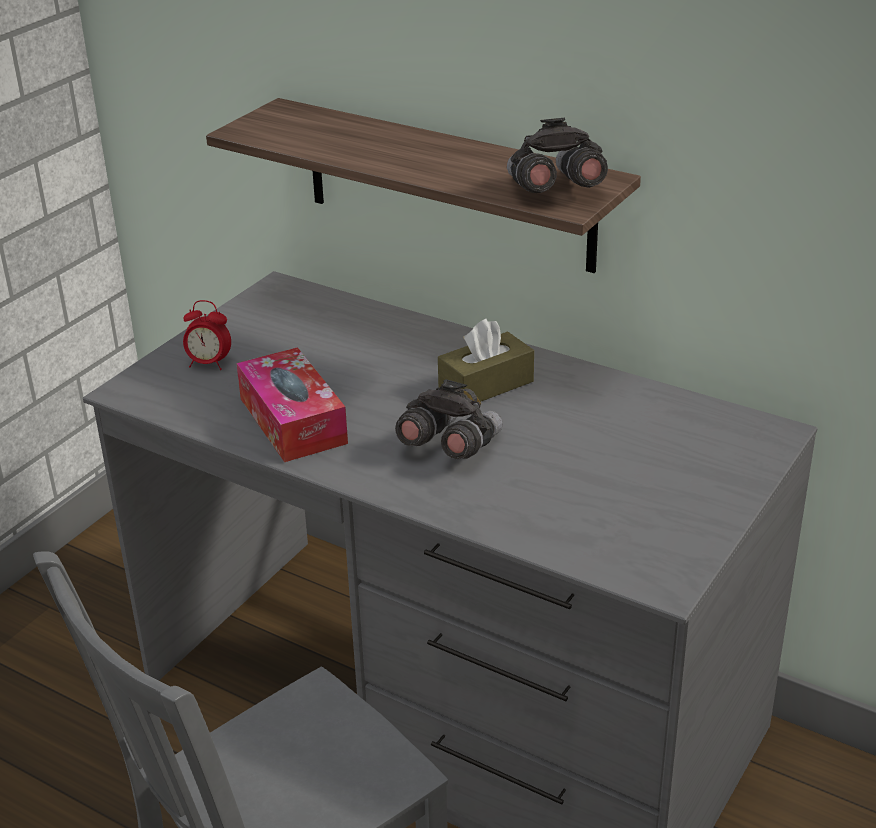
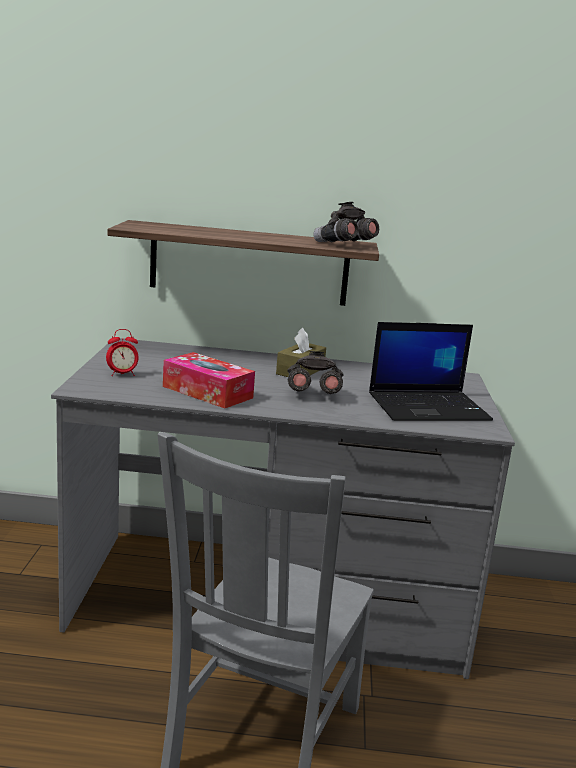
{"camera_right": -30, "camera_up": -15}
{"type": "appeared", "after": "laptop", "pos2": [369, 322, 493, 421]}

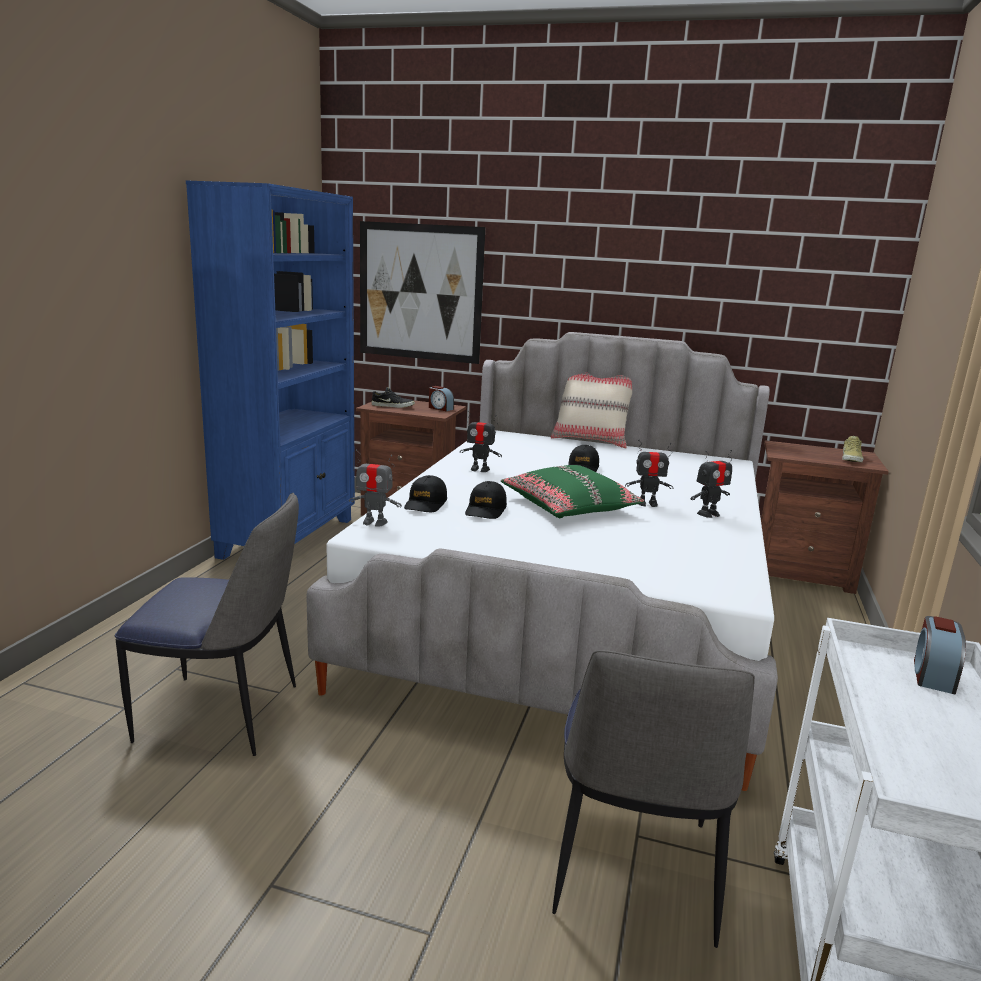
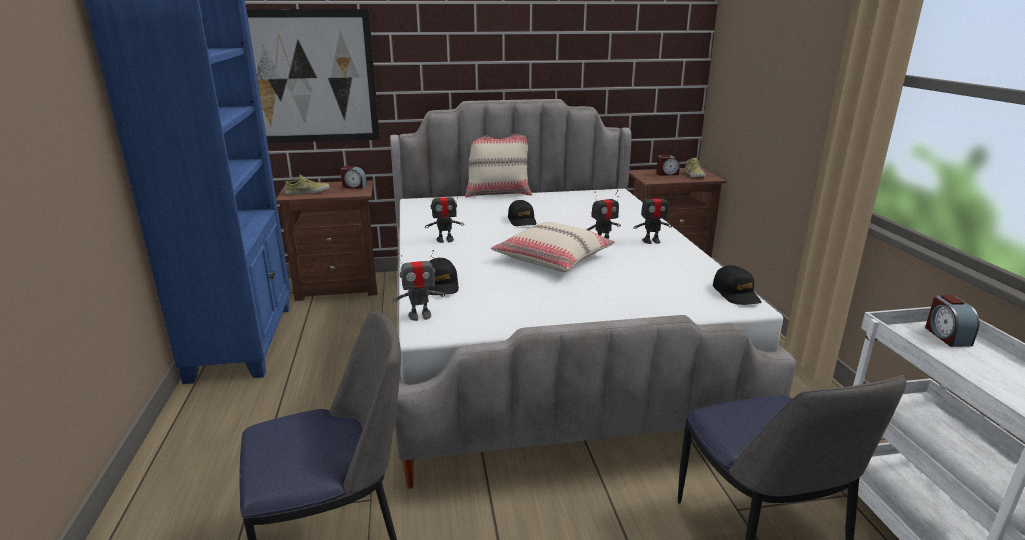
{"camera_right": -25, "camera_up": 5}
{"type": "colour", "before": "black shoe", "after": "beige shoe", "pos1": [371, 387, 415, 408], "pos2": [285, 175, 330, 195]}
{"type": "colour", "before": "green pillow", "after": "beige pillow", "pos1": [501, 465, 644, 518], "pos2": [491, 222, 614, 272]}
{"type": "spun", "before": "toy robot", "pos1": [690, 450, 732, 518], "pos2": [633, 190, 672, 244], "turn": 45}
{"type": "appeared", "after": "alarm clock", "pos2": [656, 155, 680, 175]}
{"type": "relocated", "before": "black cap", "pos1": [465, 481, 507, 519], "pos2": [713, 265, 761, 305]}

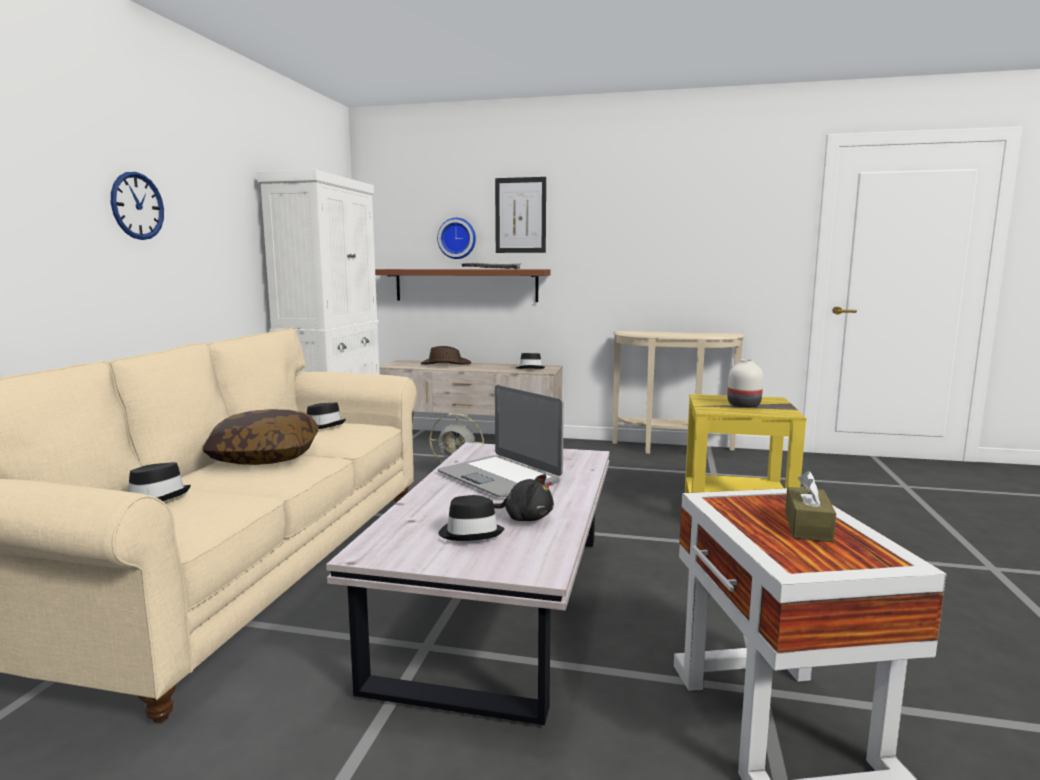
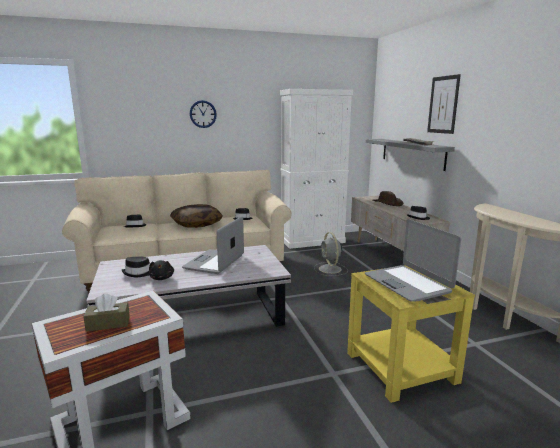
{"camera_right": 60, "camera_up": 5}
{"type": "exchanged", "before": "white vase", "after": "laptop", "pos1": [727, 359, 763, 408], "pos2": [365, 219, 461, 302]}
{"type": "colour", "before": "brown shelf", "after": "grey shelf", "pos1": [375, 269, 551, 302], "pos2": [366, 139, 455, 171]}
{"type": "missing", "before": "wall clock", "pos1": [437, 218, 476, 259]}

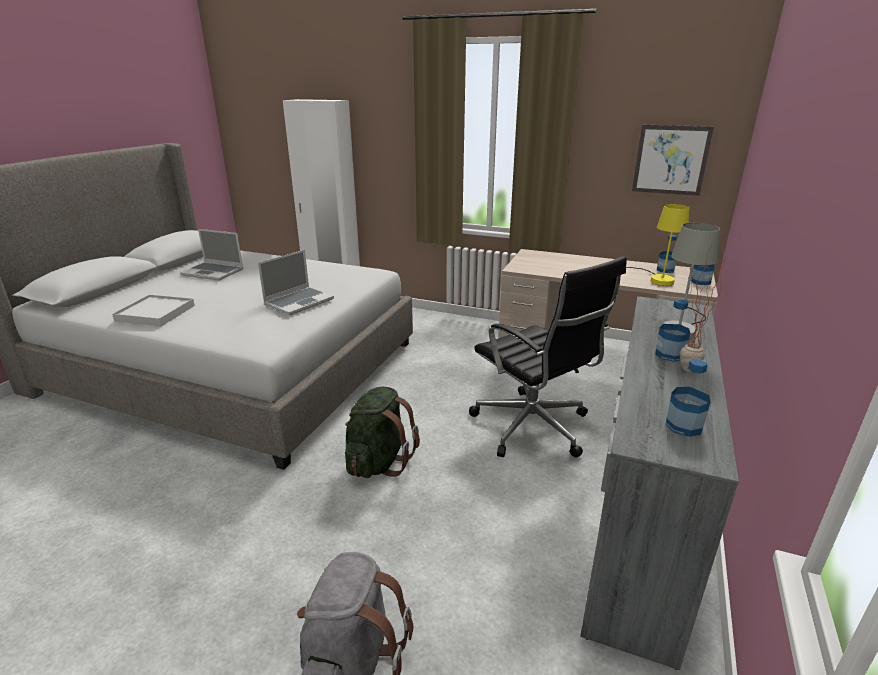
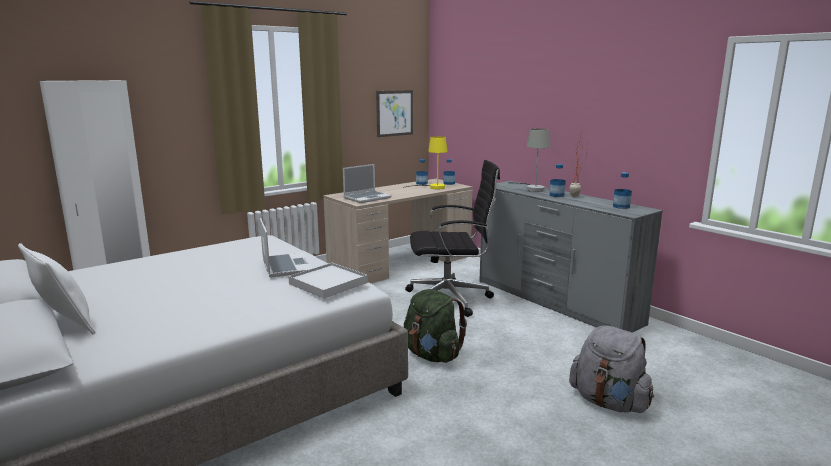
{"camera_right": -60, "camera_up": -10}
{"type": "appeared", "after": "white pillow", "pos2": [18, 243, 95, 334]}
{"type": "relocated", "before": "white tray", "pos1": [112, 295, 195, 326], "pos2": [288, 263, 368, 299]}
{"type": "relocated", "before": "laptop", "pos1": [180, 229, 243, 281], "pos2": [343, 164, 392, 203]}

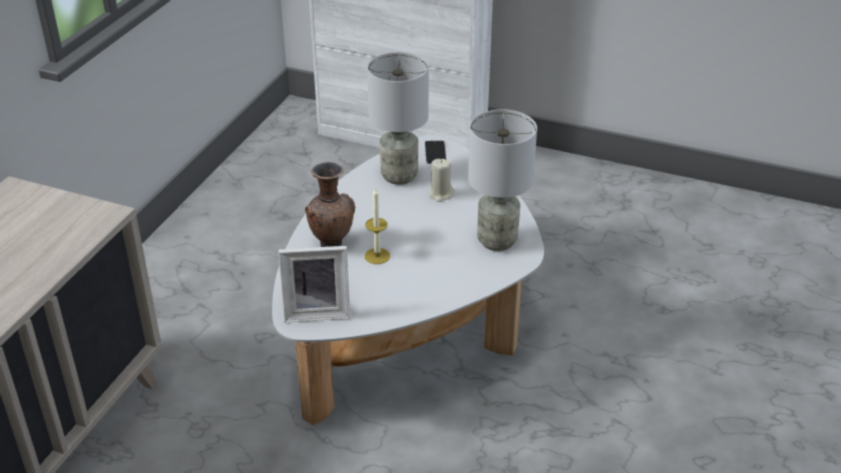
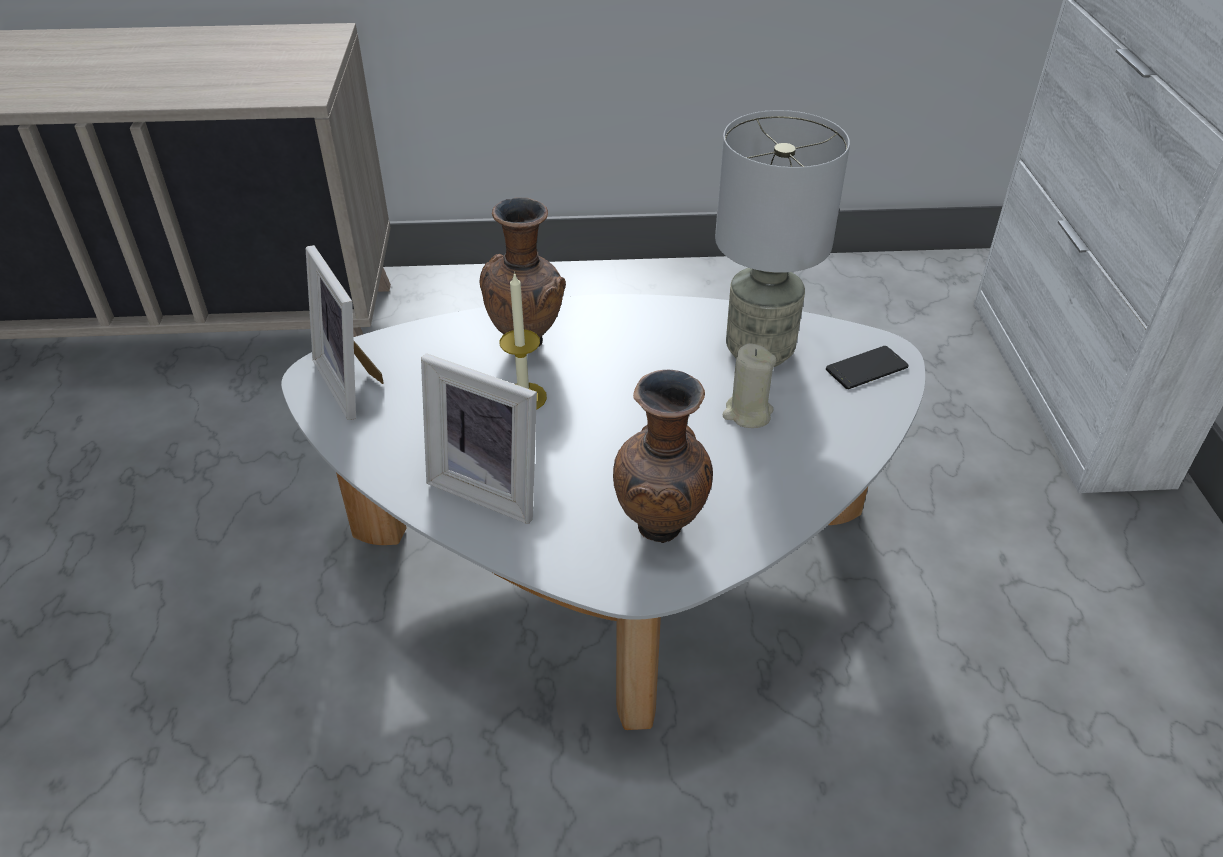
{"camera_right": 65, "camera_up": 5}
{"type": "appeared", "after": "picture frame", "pos2": [421, 353, 537, 524]}
{"type": "exchanged", "before": "grey table lamp", "after": "brown vase", "pos1": [468, 109, 537, 251], "pos2": [613, 370, 713, 543]}

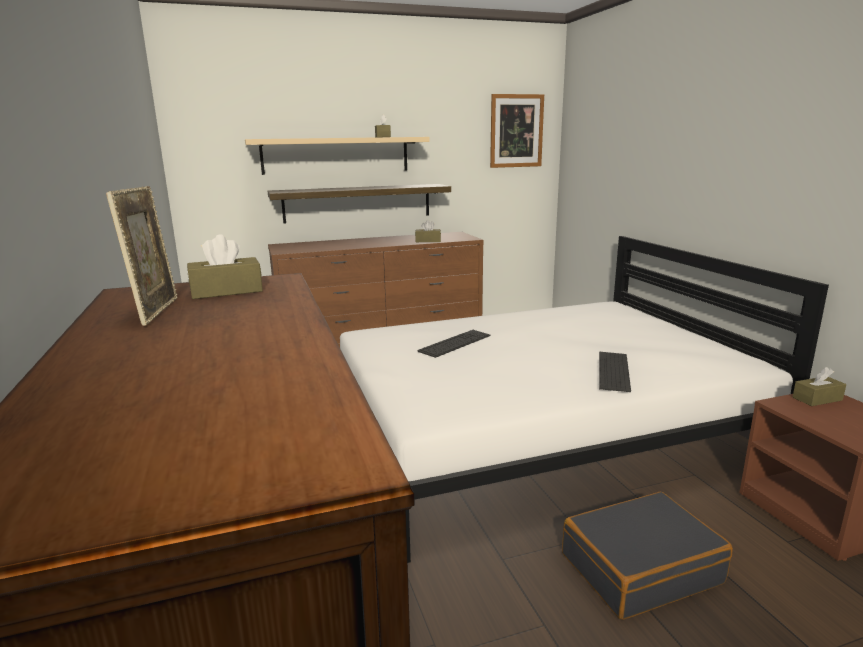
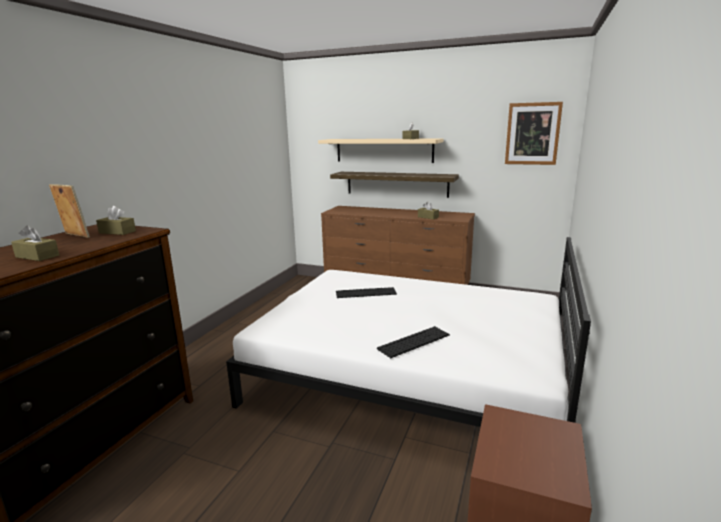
{"camera_right": 40, "camera_up": 0}
{"type": "relocated", "before": "brown tissue box", "pos1": [793, 367, 846, 406], "pos2": [11, 225, 59, 261]}
{"type": "spun", "before": "picture frame", "pos1": [106, 186, 177, 326], "pos2": [49, 184, 90, 238], "turn": -90}
{"type": "missing", "before": "black suitcase", "pos1": [562, 492, 733, 620]}

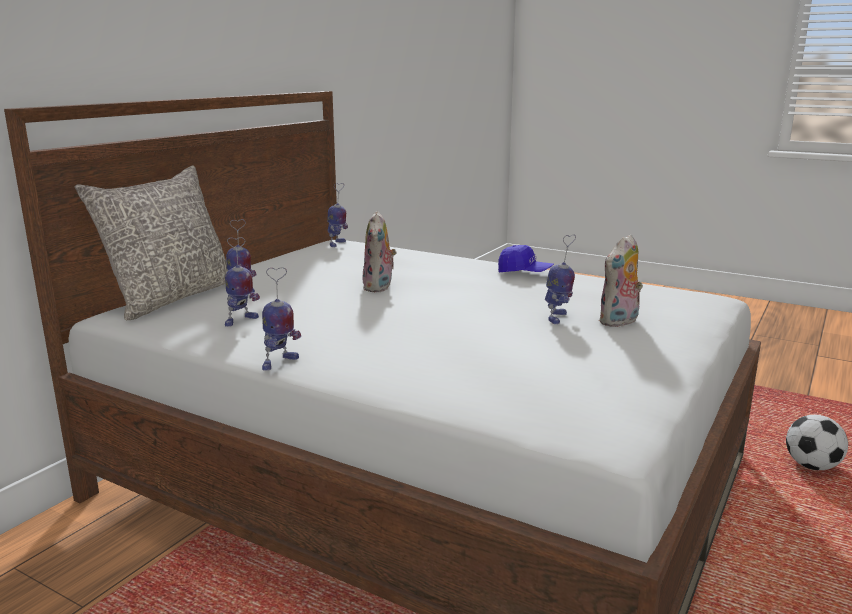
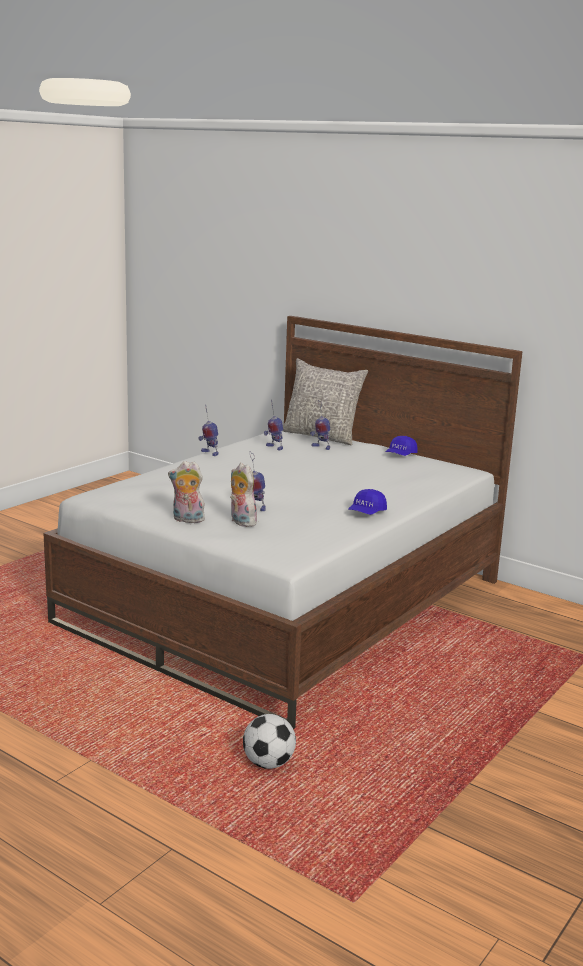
{"camera_right": 95, "camera_up": 0}
{"type": "relocated", "before": "plush toy", "pos1": [362, 211, 397, 292], "pos2": [168, 461, 205, 523]}
{"type": "appeared", "after": "blue cap", "pos2": [386, 436, 418, 456]}
{"type": "missing", "before": "toy robot", "pos1": [327, 183, 348, 247]}

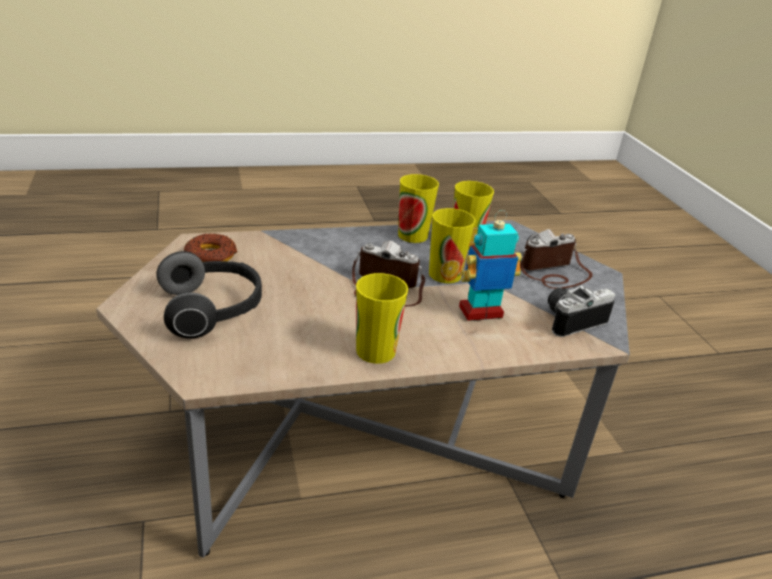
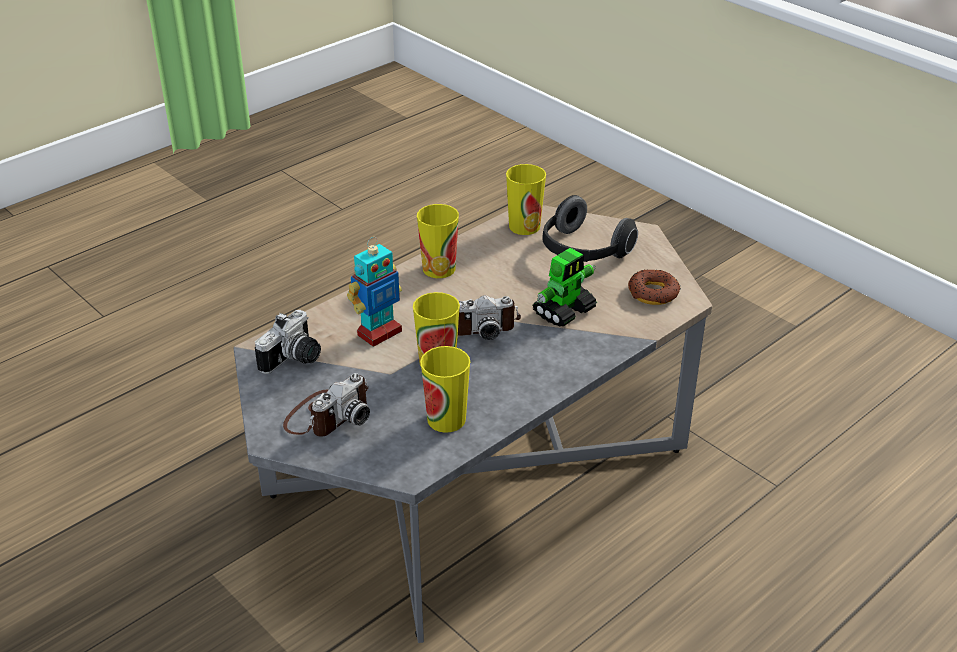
{"camera_right": 155, "camera_up": 5}
{"type": "relocated", "before": "cup", "pos1": [398, 174, 439, 243], "pos2": [506, 164, 546, 235]}
{"type": "appeared", "after": "toy robot", "pos2": [532, 248, 597, 327]}

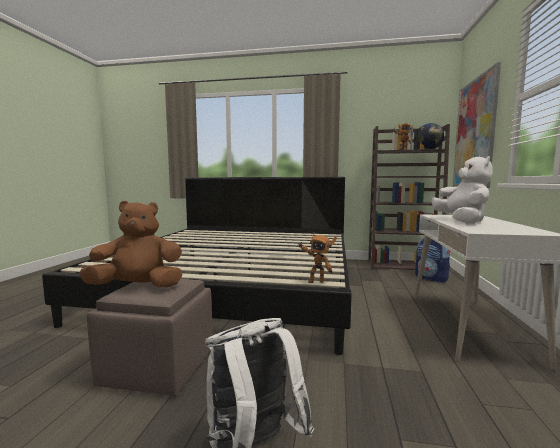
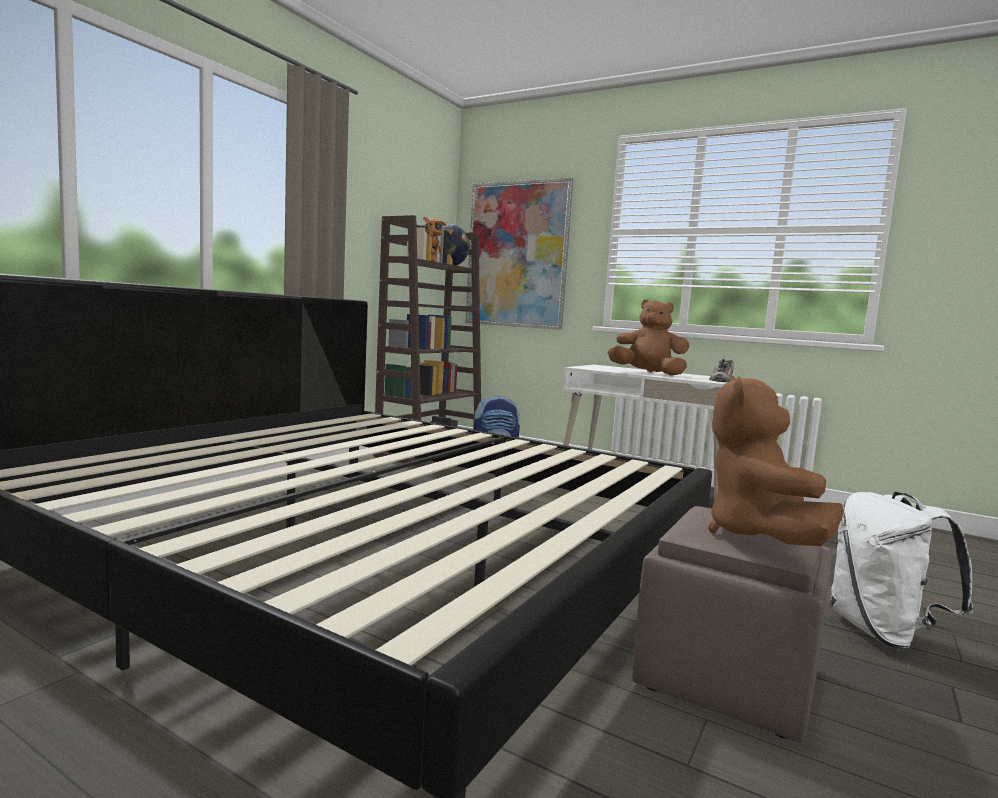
{"camera_right": -70, "camera_up": 0}
{"type": "colour", "before": "white plush toy", "after": "brown plush toy", "pos1": [432, 156, 493, 224], "pos2": [607, 299, 690, 376]}
{"type": "appeared", "after": "shoe", "pos2": [709, 359, 734, 382]}
{"type": "missing", "before": "toy robot", "pos1": [298, 233, 337, 283]}

